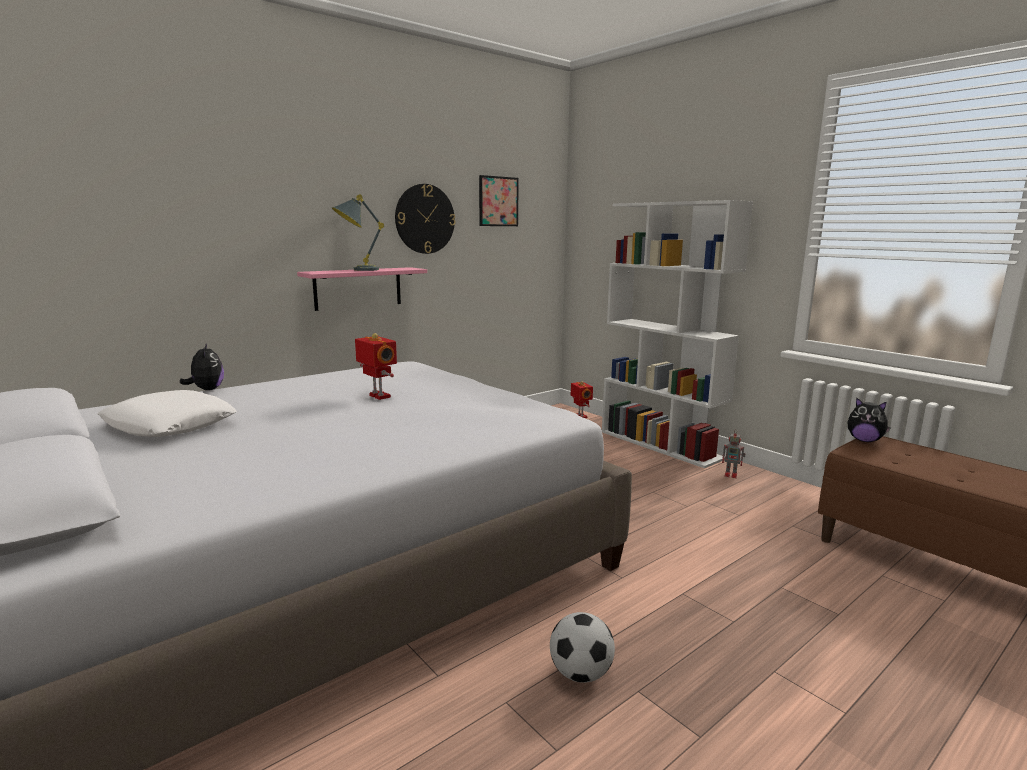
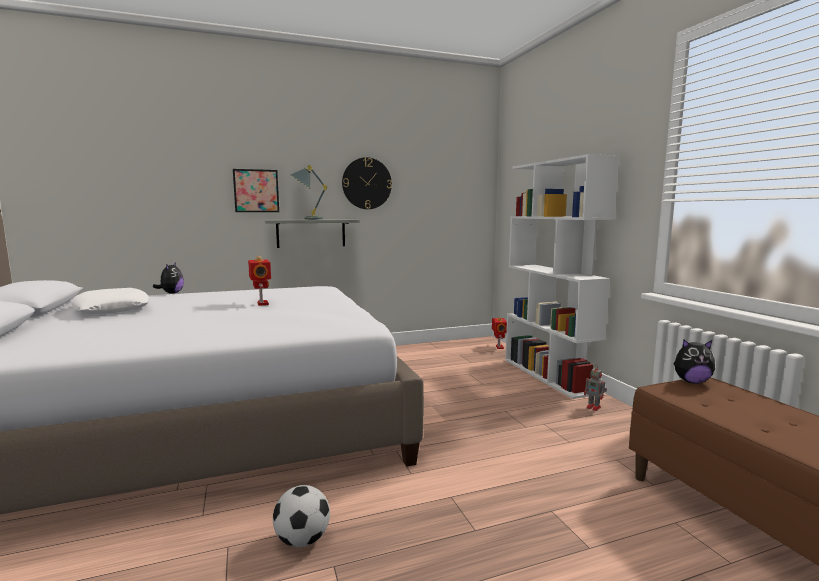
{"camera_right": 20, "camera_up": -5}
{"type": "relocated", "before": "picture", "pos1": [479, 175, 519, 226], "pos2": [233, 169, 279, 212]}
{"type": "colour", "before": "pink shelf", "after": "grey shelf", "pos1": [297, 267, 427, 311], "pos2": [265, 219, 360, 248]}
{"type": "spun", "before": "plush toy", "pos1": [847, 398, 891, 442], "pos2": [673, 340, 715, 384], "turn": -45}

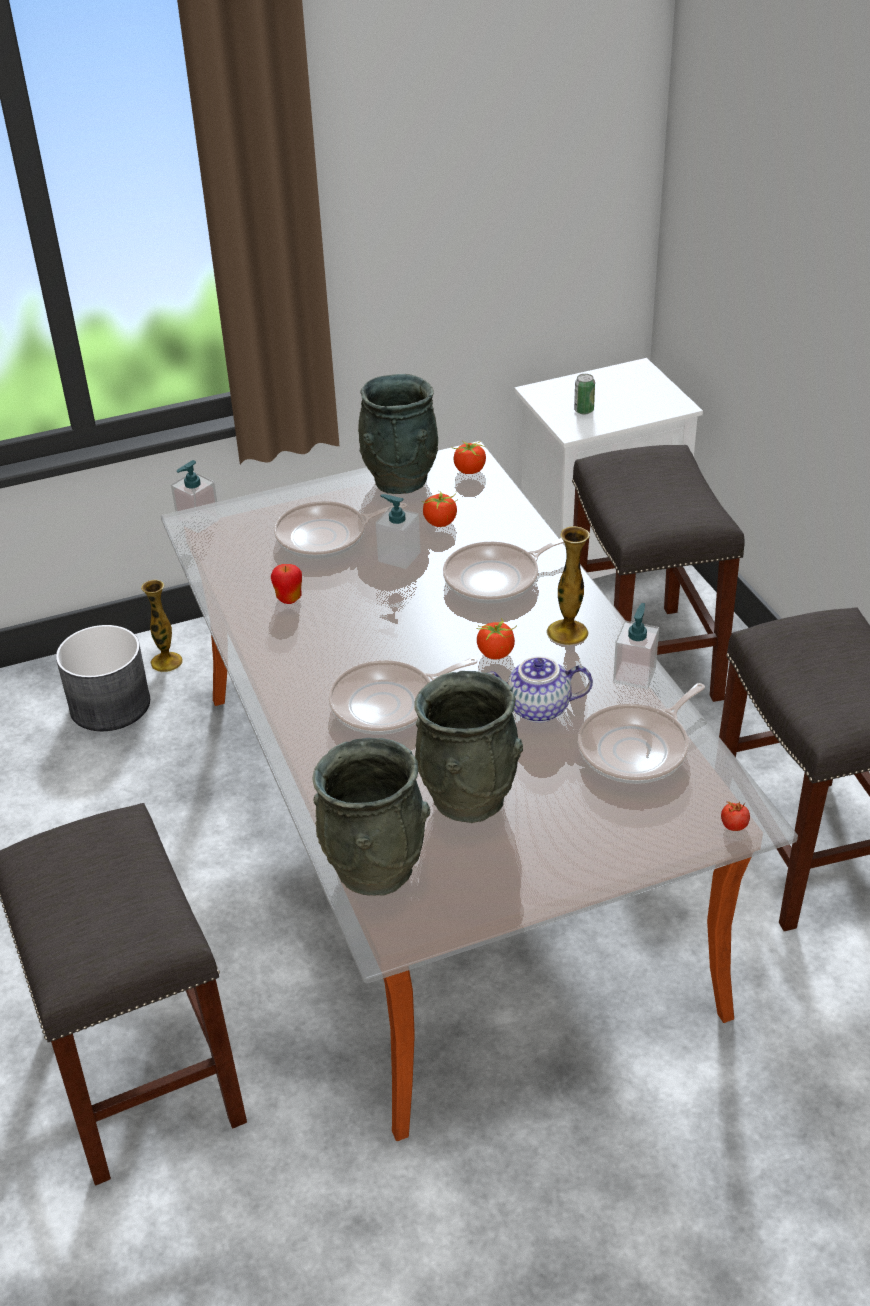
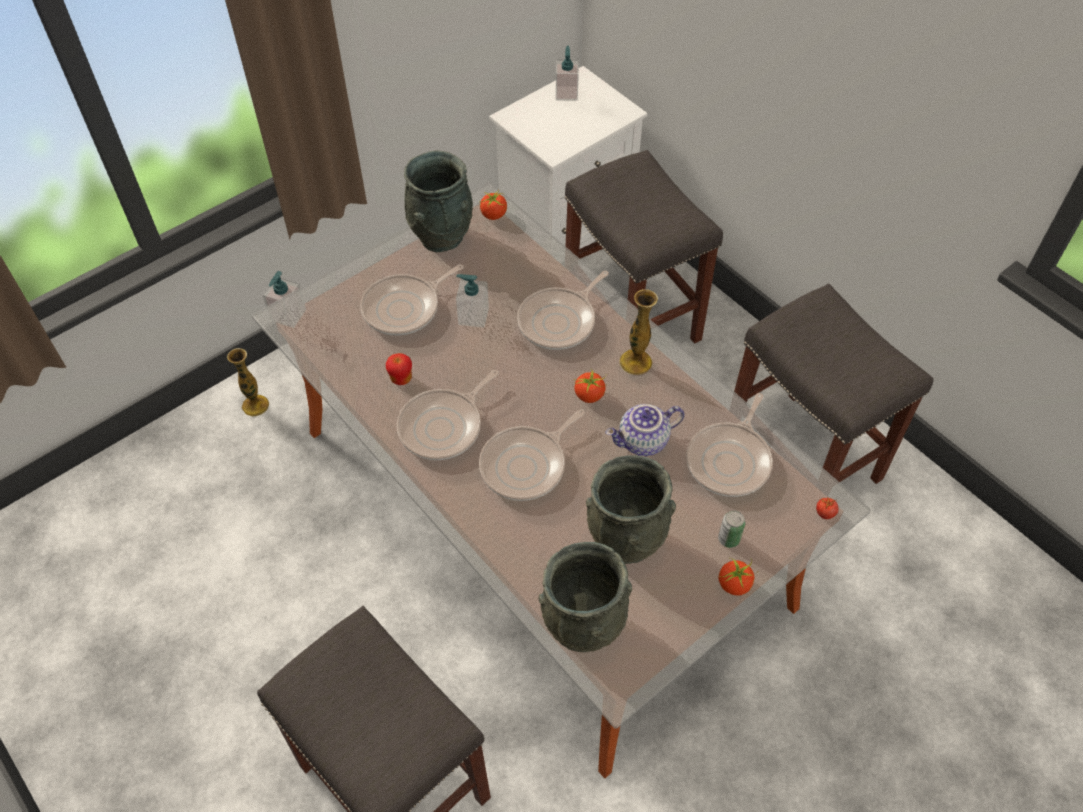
{"camera_right": -20, "camera_up": 15}
{"type": "appeared", "after": "frying pan", "pos2": [397, 370, 499, 460]}
{"type": "relocated", "before": "soap dispenser", "pos1": [613, 603, 659, 689], "pos2": [556, 46, 579, 101]}
{"type": "relocated", "before": "can", "pos1": [574, 374, 595, 415], "pos2": [718, 510, 746, 548]}
{"type": "relocated", "before": "tomato", "pos1": [421, 491, 458, 527], "pos2": [719, 557, 759, 595]}
{"type": "missing", "before": "grey planter", "pos1": [56, 625, 150, 731]}

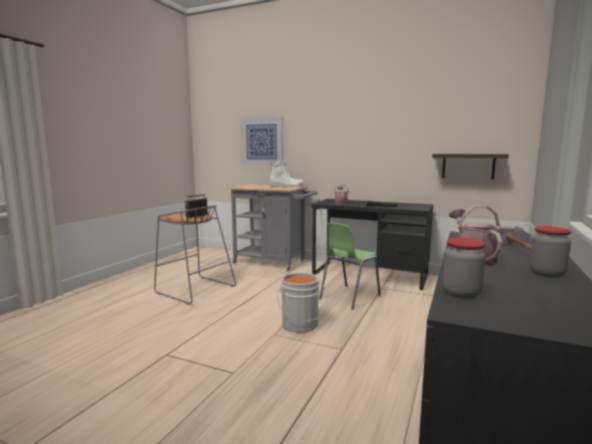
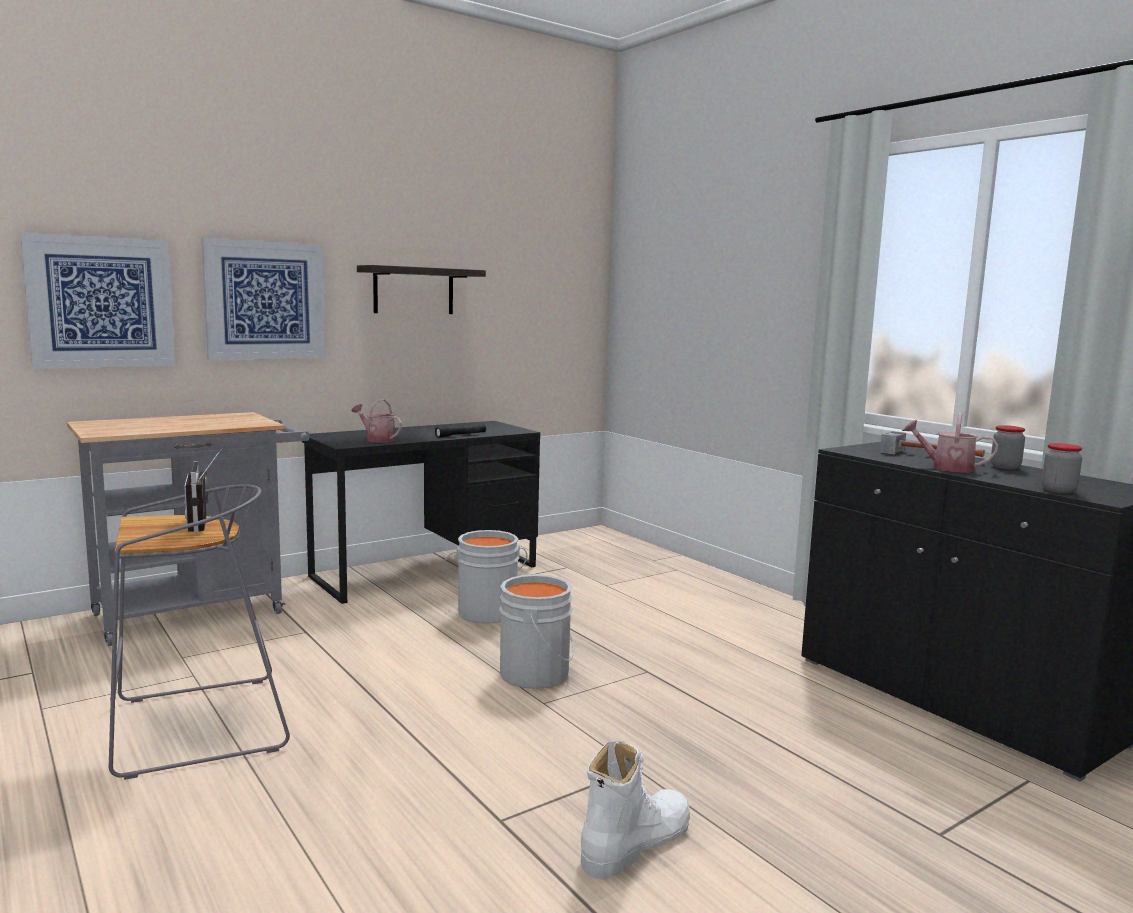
{"camera_right": -60, "camera_up": 0}
{"type": "appeared", "after": "picture", "pos2": [202, 238, 325, 360]}
{"type": "relocated", "before": "shelf", "pos1": [432, 154, 509, 180], "pos2": [357, 265, 486, 314]}
{"type": "exchanged", "before": "green chair", "after": "grey bucket", "pos1": [319, 223, 381, 310], "pos2": [443, 530, 527, 624]}
{"type": "relocated", "before": "white boot", "pos1": [270, 160, 304, 187], "pos2": [581, 741, 690, 879]}

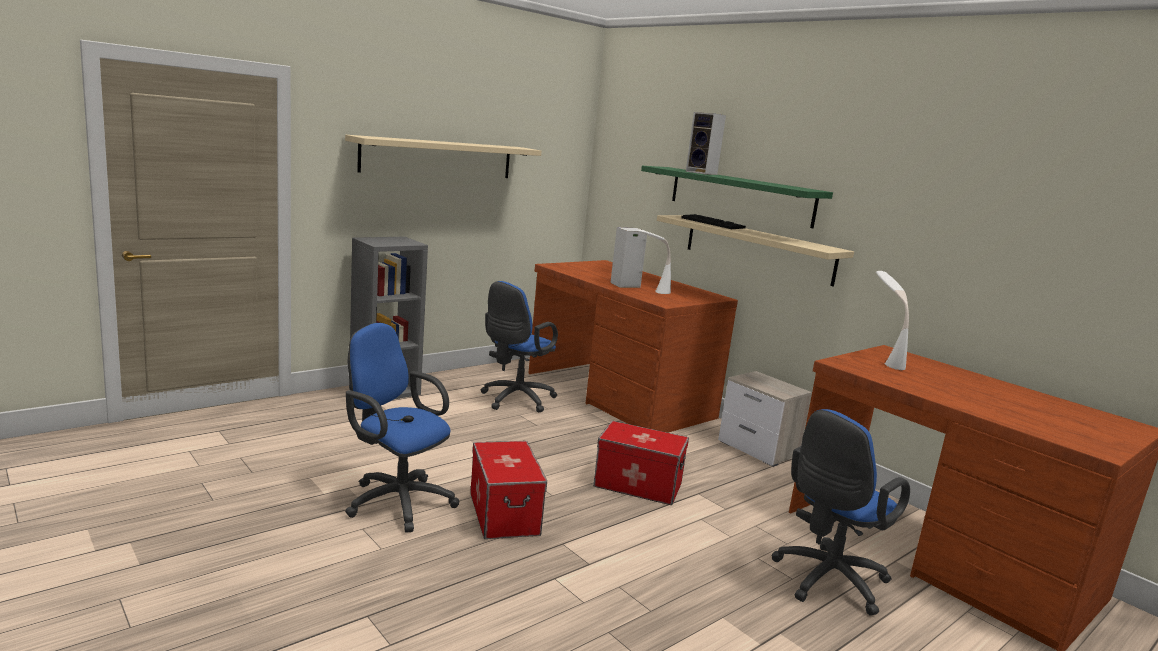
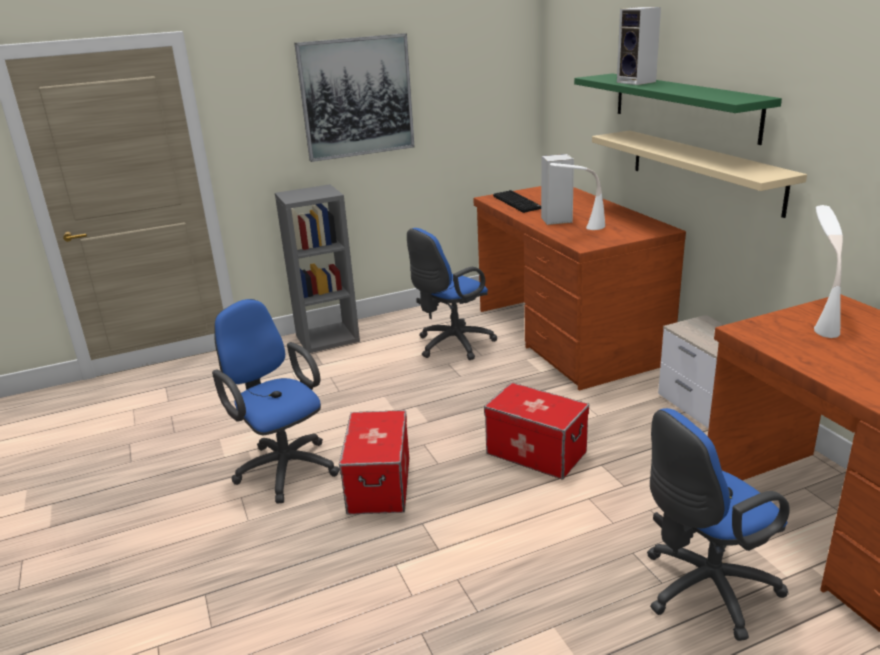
{"camera_right": 20, "camera_up": 10}
{"type": "exchanged", "before": "beige shelf", "after": "picture", "pos1": [345, 135, 542, 178], "pos2": [294, 33, 414, 162]}
{"type": "relocated", "before": "keyboard", "pos1": [681, 214, 746, 229], "pos2": [493, 190, 541, 213]}

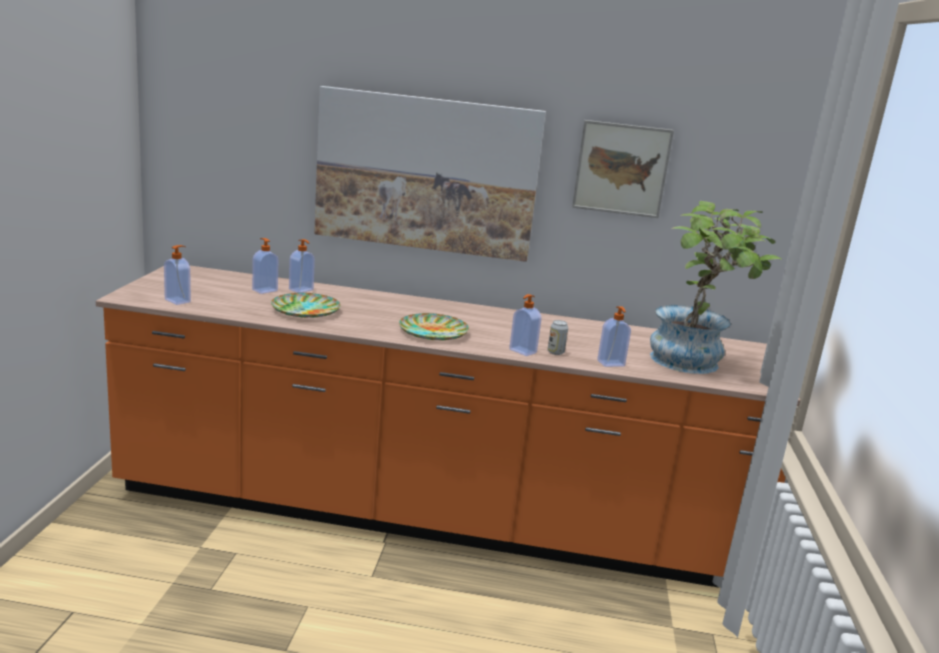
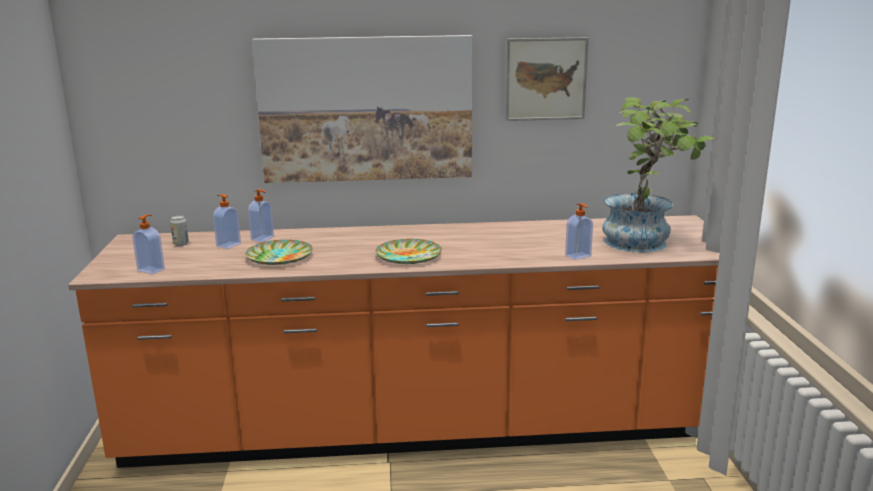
{"camera_right": -10, "camera_up": 0}
{"type": "relocated", "before": "can", "pos1": [548, 320, 568, 355], "pos2": [170, 215, 189, 246]}
{"type": "missing", "before": "soap dispenser", "pos1": [509, 294, 541, 356]}

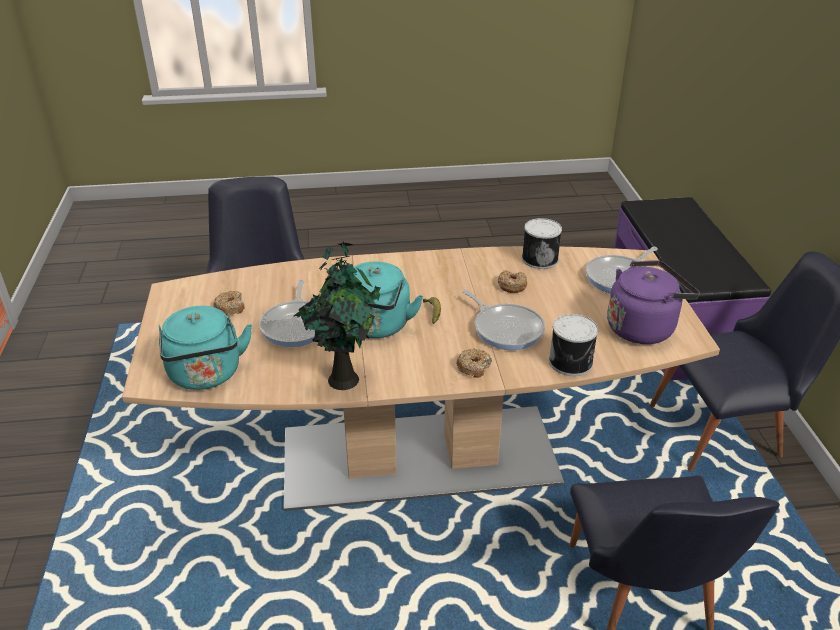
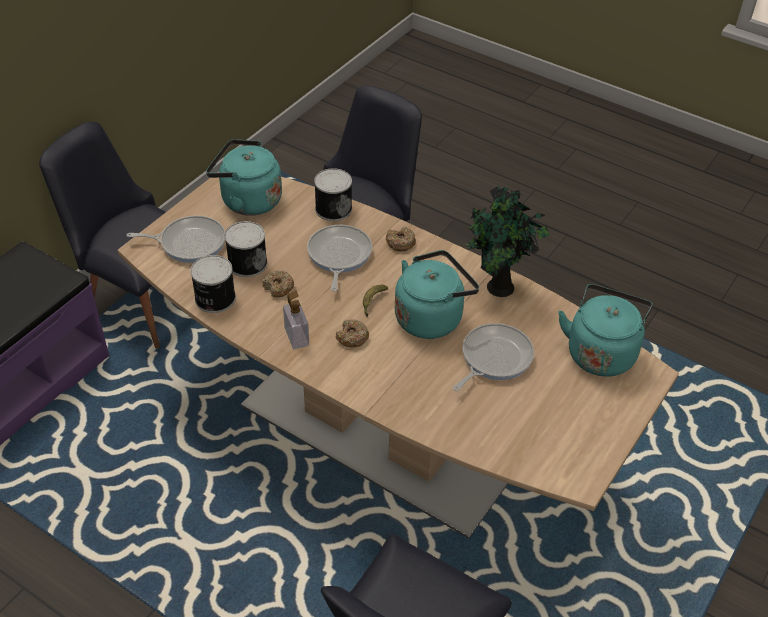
{"camera_right": -140, "camera_up": 10}
{"type": "colour", "before": "purple kettle", "after": "turquoise kettle", "pos1": [607, 260, 700, 344], "pos2": [206, 139, 282, 216]}
{"type": "appeared", "after": "can", "pos2": [225, 221, 267, 277]}
{"type": "appeared", "after": "soap dispenser", "pos2": [283, 290, 309, 350]}
{"type": "relocated", "before": "donut", "pos1": [213, 291, 245, 315], "pos2": [336, 319, 369, 347]}

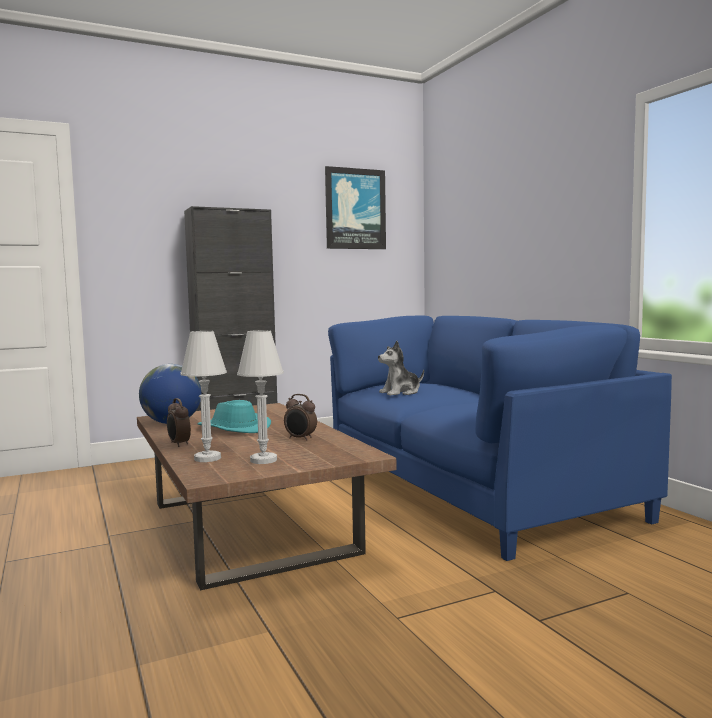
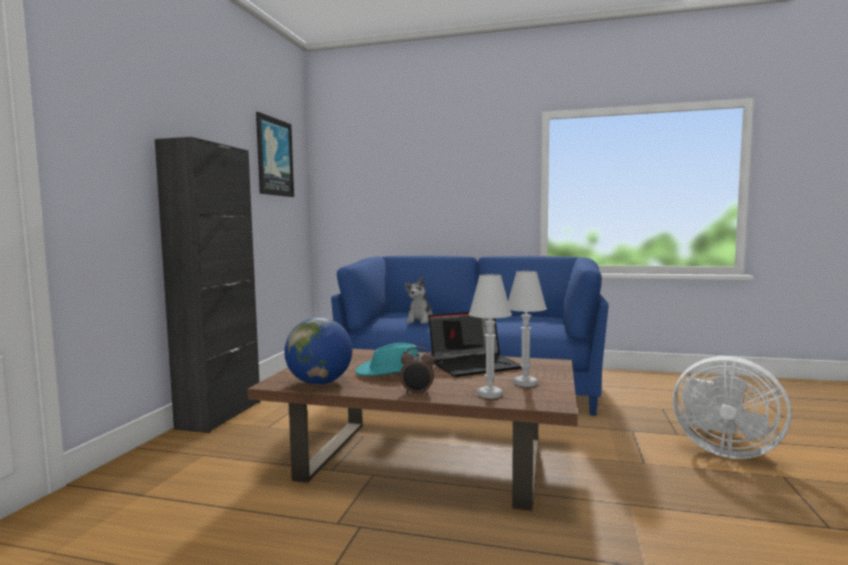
{"camera_right": -50, "camera_up": 0}
{"type": "exchanged", "before": "alarm clock", "after": "laptop", "pos1": [284, 394, 317, 441], "pos2": [428, 312, 521, 377]}
{"type": "appeared", "after": "white fan", "pos2": [673, 356, 792, 459]}

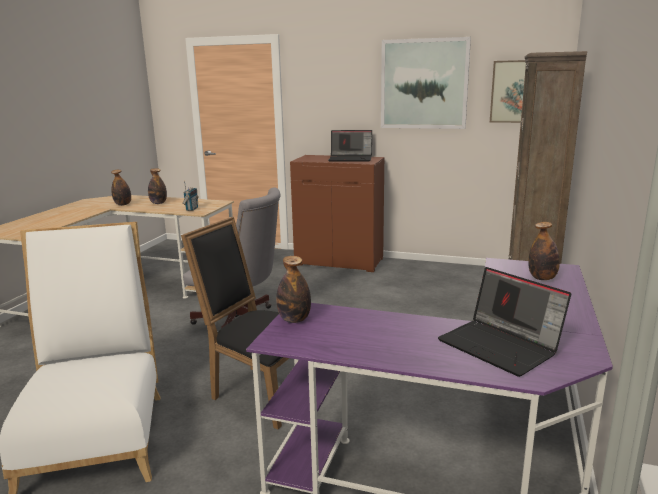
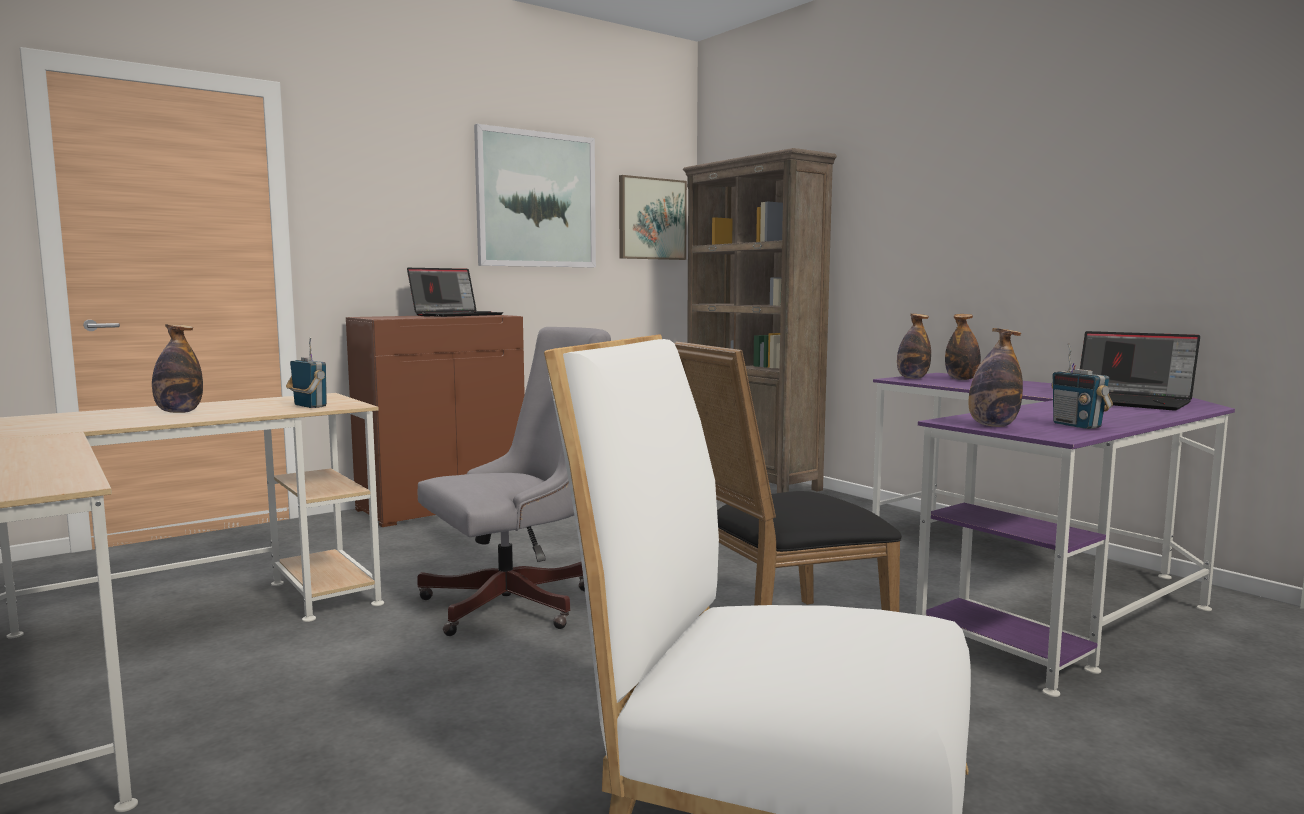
{"camera_right": -55, "camera_up": -10}
{"type": "relocated", "before": "bottle", "pos1": [111, 170, 131, 206], "pos2": [897, 314, 931, 379]}
{"type": "appeared", "after": "radio", "pos2": [1051, 343, 1113, 429]}
{"type": "spun", "before": "laptop", "pos1": [438, 267, 571, 377], "pos2": [1080, 331, 1200, 411], "turn": 45}

